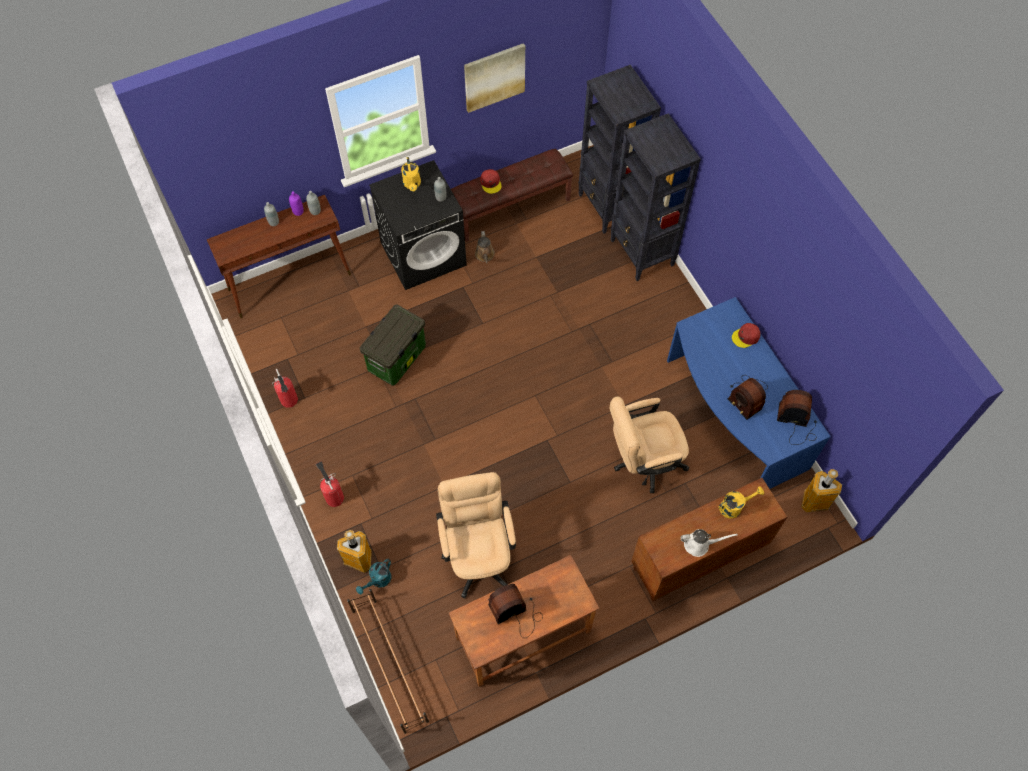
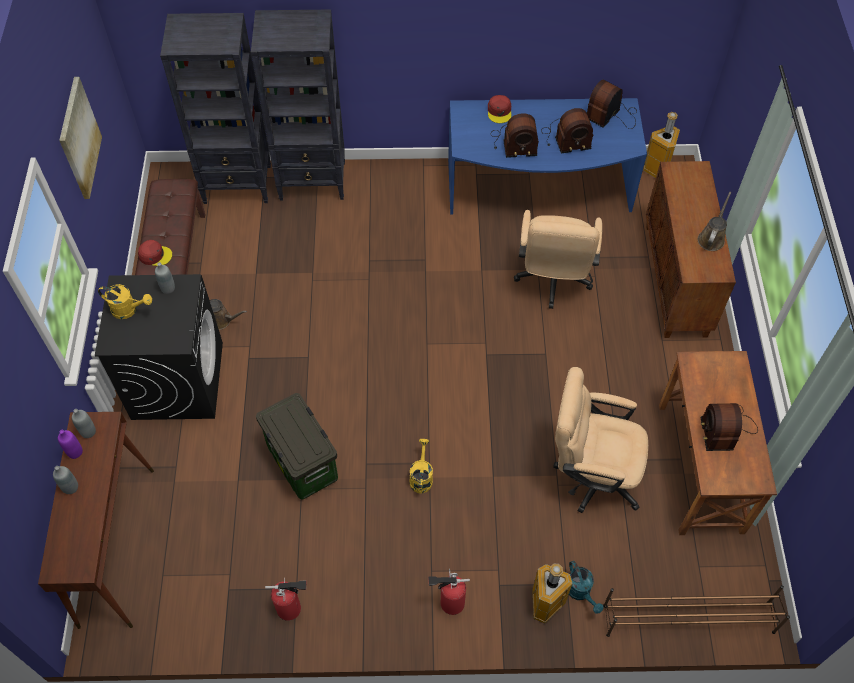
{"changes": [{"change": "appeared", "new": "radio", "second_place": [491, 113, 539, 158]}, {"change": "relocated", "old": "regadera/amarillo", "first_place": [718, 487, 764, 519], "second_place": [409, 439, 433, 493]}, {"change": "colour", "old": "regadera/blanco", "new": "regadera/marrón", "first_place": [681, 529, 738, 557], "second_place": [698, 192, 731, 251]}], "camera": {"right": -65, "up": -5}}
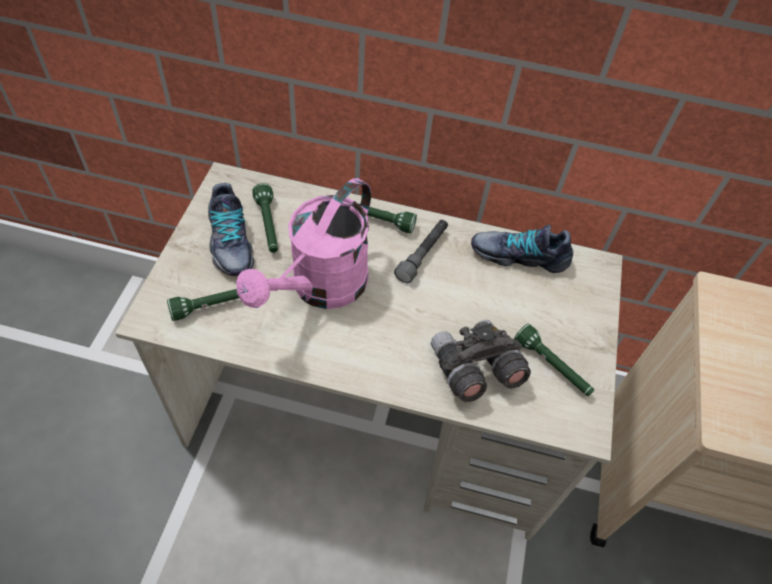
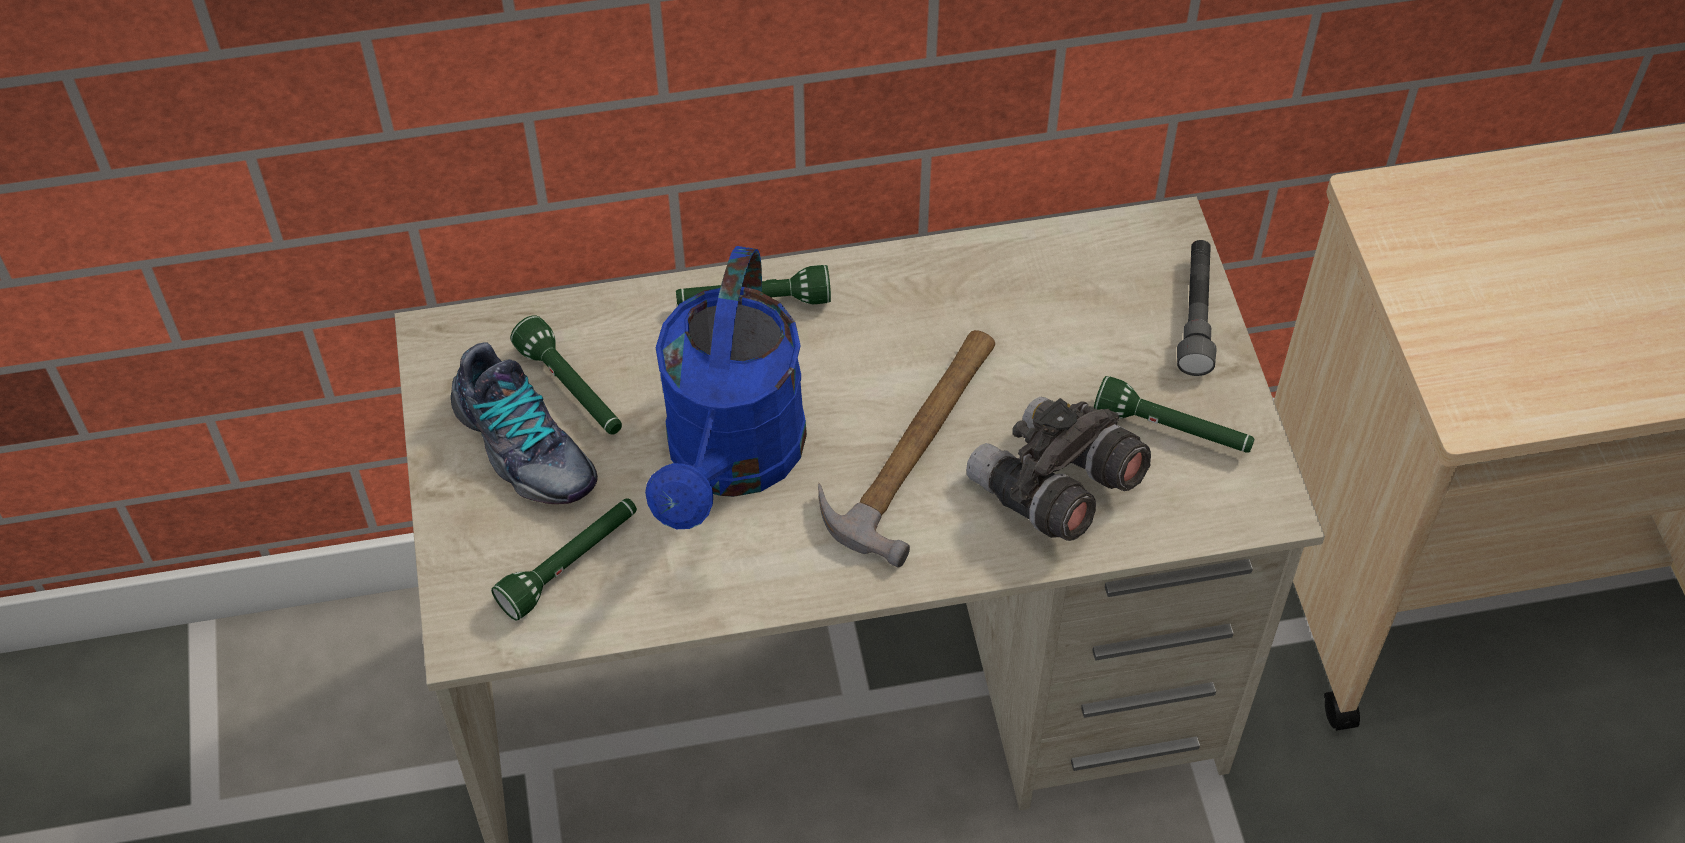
{"changes": [{"change": "missing", "old": "zapato", "first_place": [471, 225, 573, 273]}, {"change": "appeared", "new": "martillo", "second_place": [818, 330, 995, 568]}, {"change": "relocated", "old": "linterna/gris", "first_place": [394, 220, 448, 283], "second_place": [1177, 240, 1217, 376]}, {"change": "colour", "old": "regadera/rosa", "new": "regadera/azul", "first_place": [236, 178, 371, 309], "second_place": [645, 246, 807, 529]}], "camera": {"right": -20, "up": 0}}
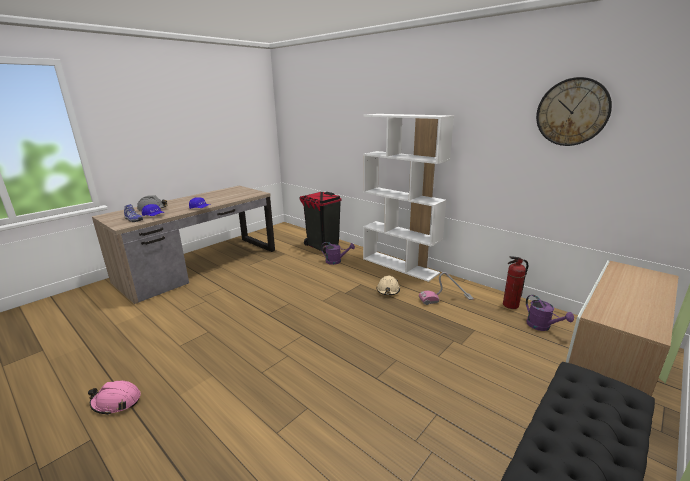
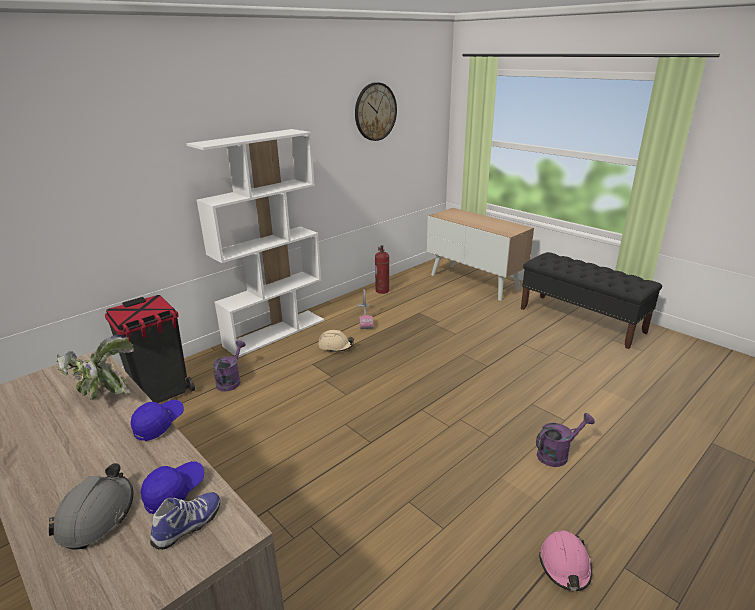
{"changes": [{"change": "appeared", "new": "planta en maceta", "second_place": [56, 334, 134, 400]}, {"change": "relocated", "old": "regadera/morado", "first_place": [526, 295, 574, 331], "second_place": [536, 413, 595, 467]}], "camera": {"right": -85, "up": 5}}
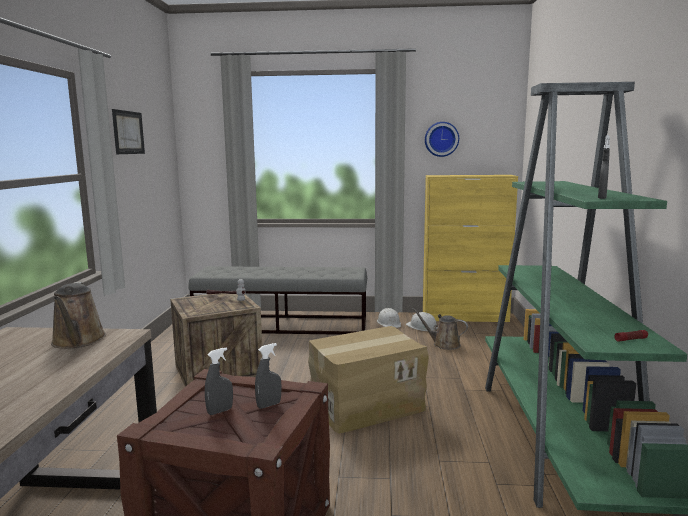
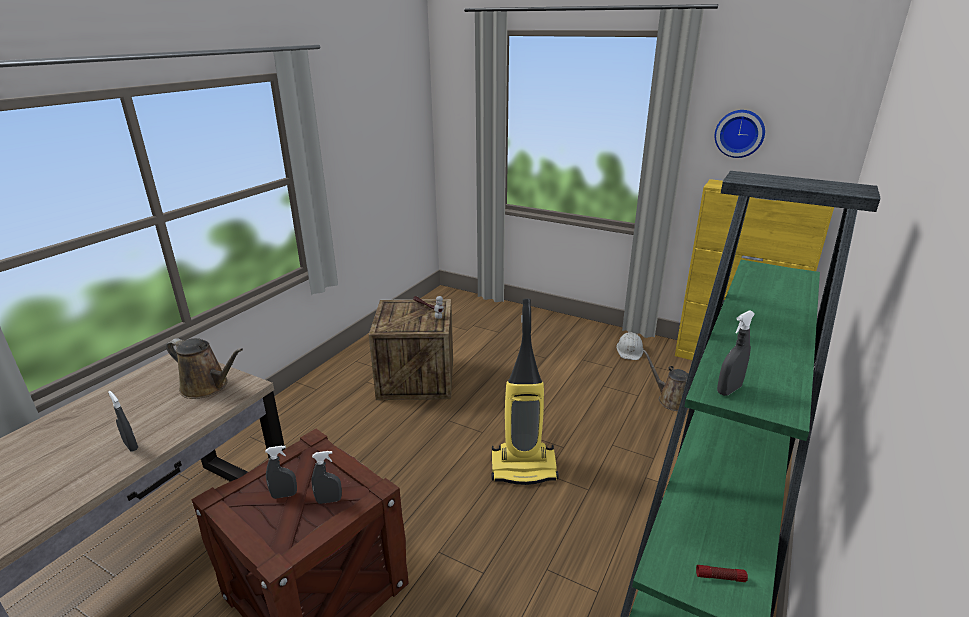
{"changes": [{"change": "missing", "old": "cuadro", "first_place": [112, 109, 145, 154]}, {"change": "missing", "old": "banco/gris", "first_place": [188, 266, 367, 335]}, {"change": "missing", "old": "casco/blanco", "first_place": [406, 312, 438, 331]}, {"change": "appeared", "new": "pulverizador/gris", "second_place": [108, 391, 138, 452]}, {"change": "exchanged", "old": "caja de cartón", "new": "aspiradora", "first_place": [308, 326, 429, 434], "second_place": [492, 299, 559, 485]}, {"change": "spun", "old": "regadera/marrón", "first_place": [51, 282, 106, 349], "second_place": [166, 338, 243, 399], "degrees": -75}], "camera": {"right": 25, "up": 15}}
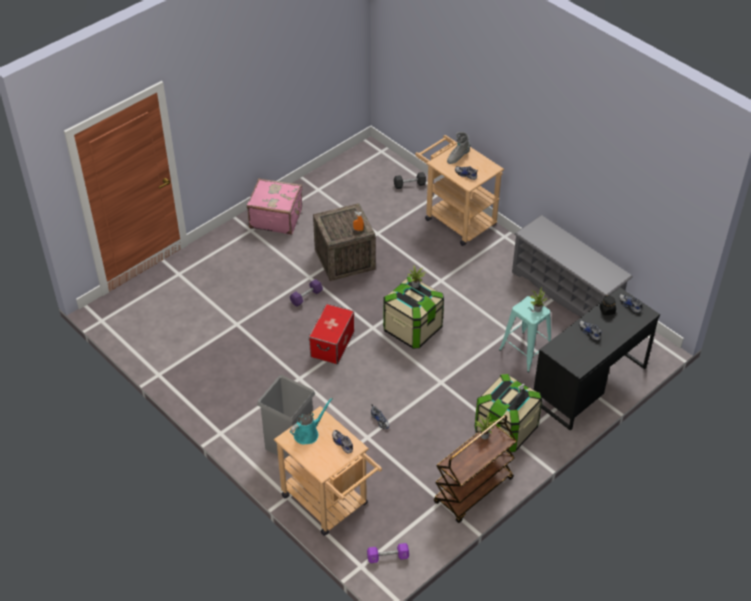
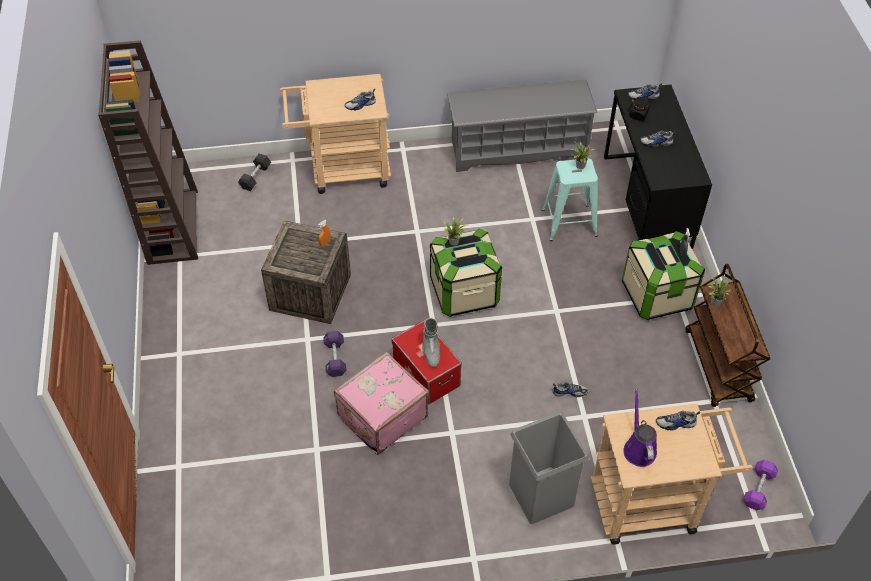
{"changes": [{"change": "appeared", "new": "estantería/marrón", "second_place": [98, 40, 198, 265]}, {"change": "relocated", "old": "maleta/rosa", "first_place": [247, 178, 302, 235], "second_place": [334, 352, 429, 455]}, {"change": "relocated", "old": "bota/gris", "first_place": [447, 132, 471, 164], "second_place": [422, 318, 440, 367]}, {"change": "colour", "old": "regadera/turquesa", "new": "regadera/morado", "first_place": [290, 398, 333, 445], "second_place": [623, 389, 657, 467]}], "camera": {"right": -55, "up": 5}}
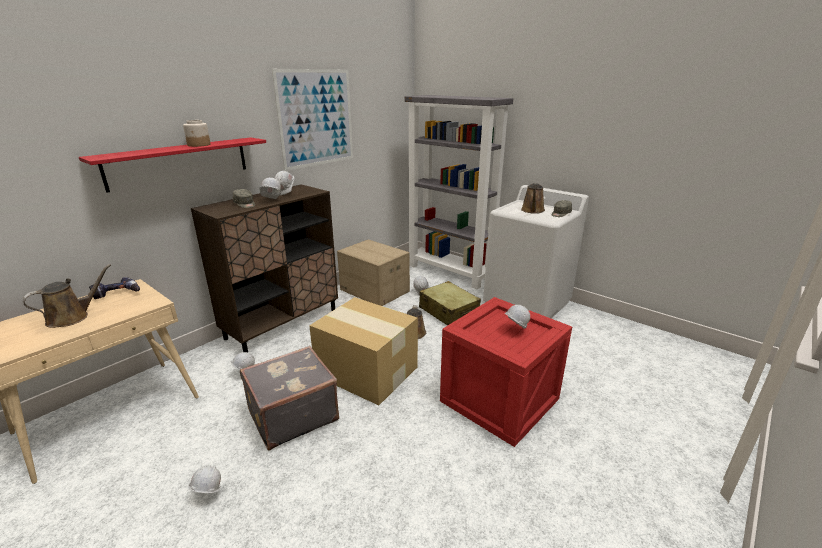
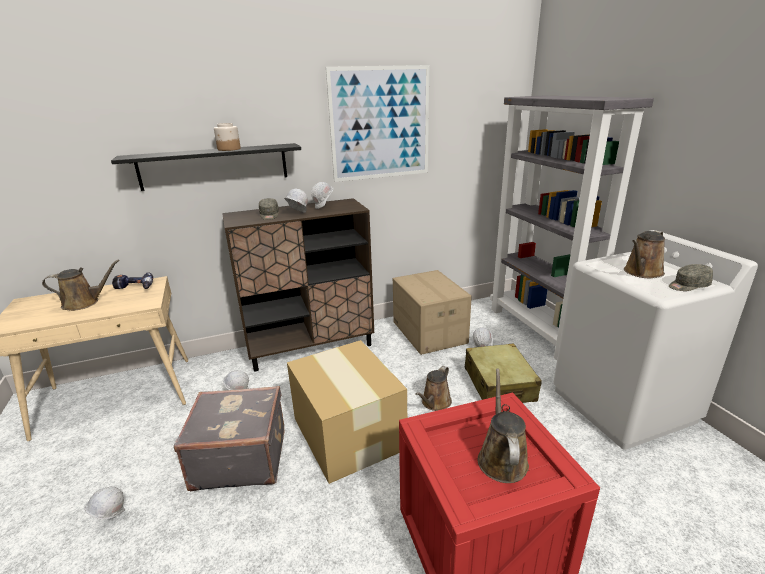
{"changes": [{"change": "exchanged", "old": "casco/blanco", "new": "regadera/marrón", "first_place": [505, 305, 530, 329], "second_place": [478, 368, 529, 483]}, {"change": "colour", "old": "estante/rojo", "new": "estante/negro", "first_place": [79, 137, 266, 193], "second_place": [111, 143, 301, 191]}], "camera": {"right": 30, "up": 0}}
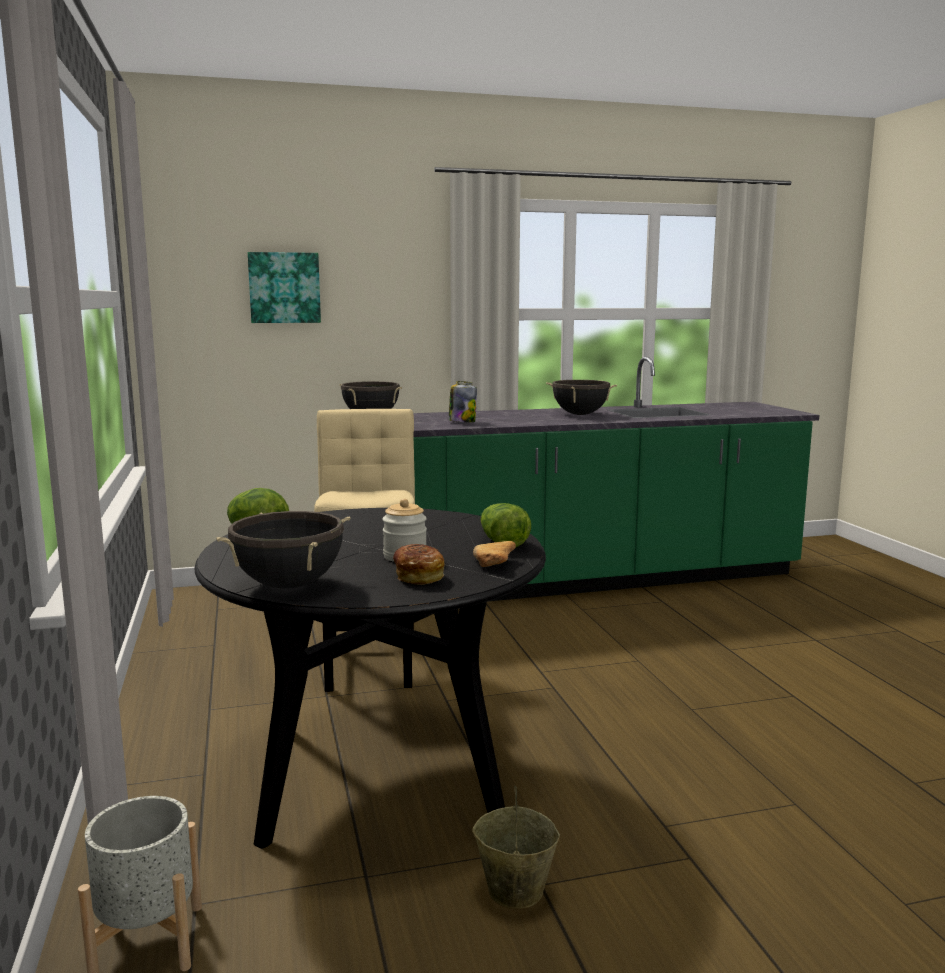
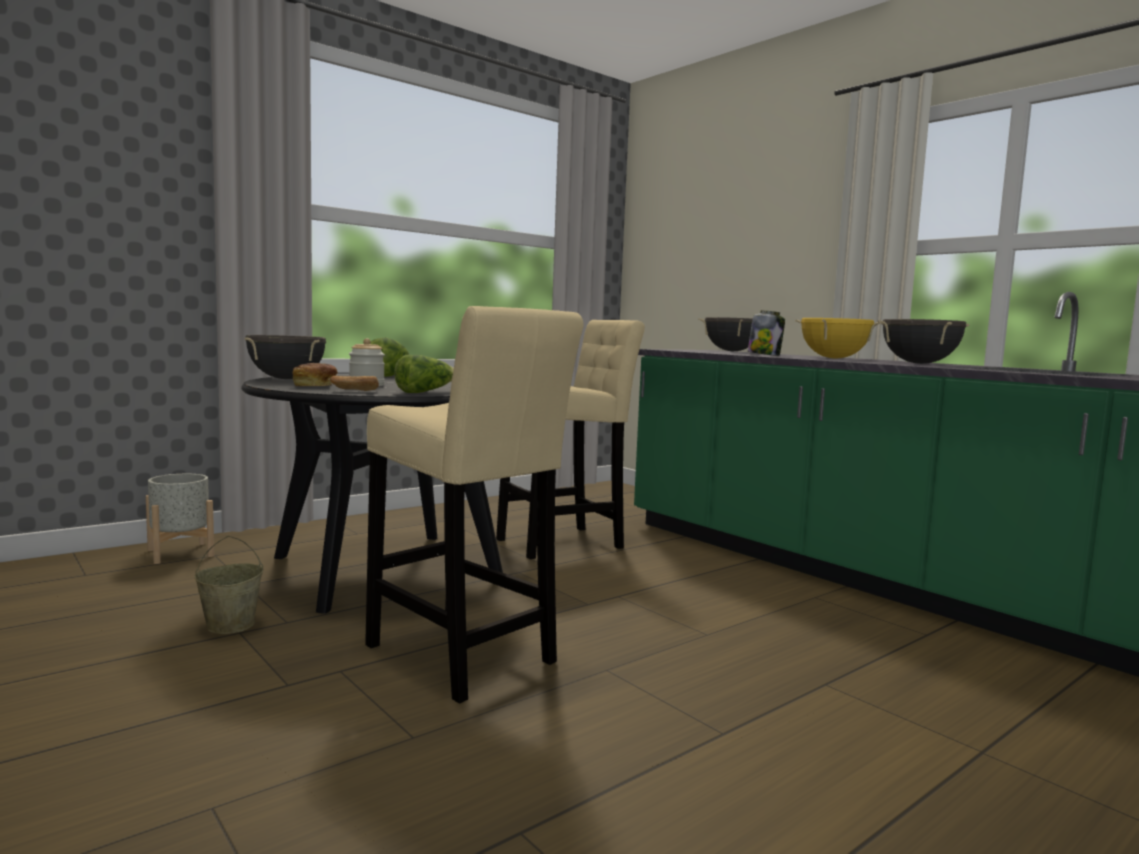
{"changes": [{"change": "missing", "old": "cuadro", "first_place": [248, 252, 321, 323]}, {"change": "appeared", "new": "taburete/beis", "second_place": [365, 306, 584, 703]}, {"change": "appeared", "new": "olla/amarillo", "second_place": [795, 318, 882, 358]}], "camera": {"right": 65, "up": -5}}
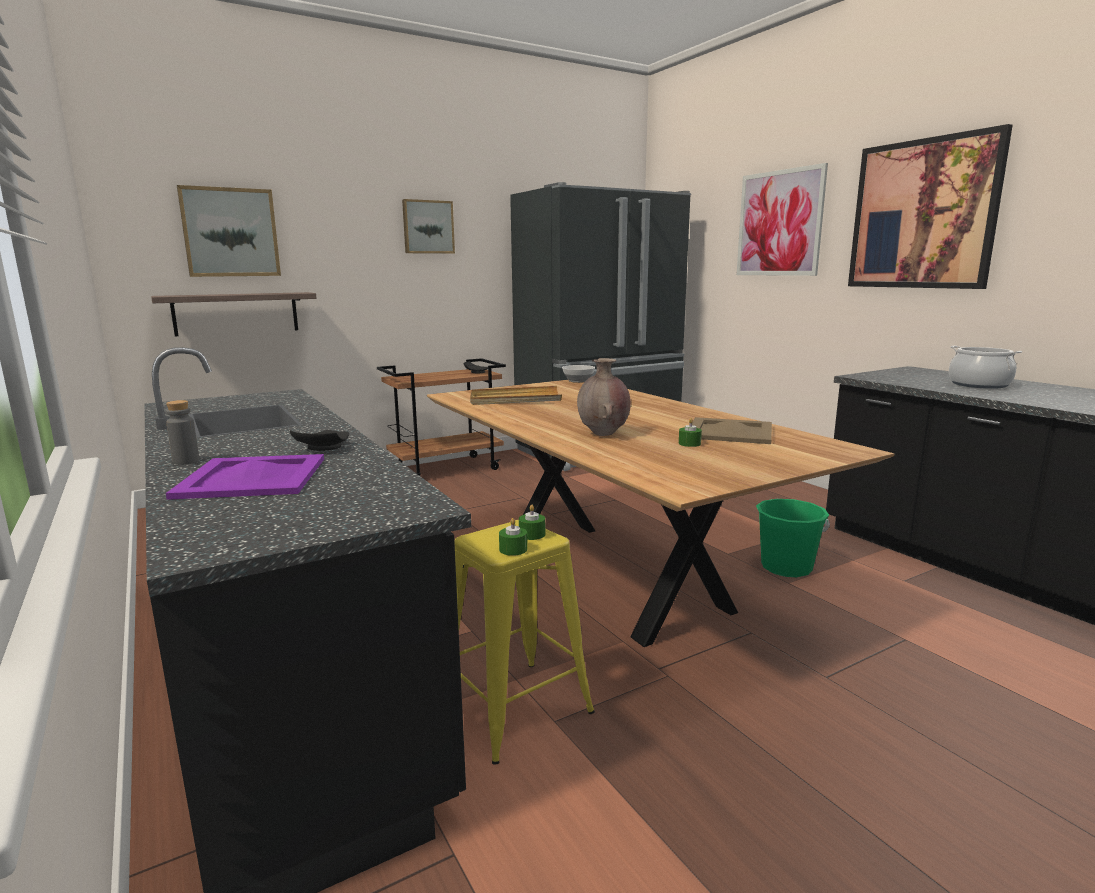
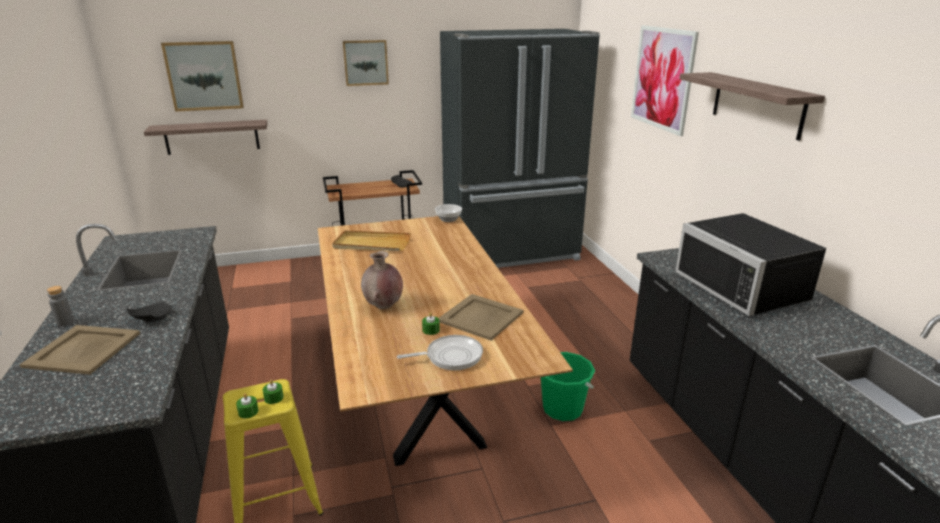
{"changes": [{"change": "appeared", "new": "sartén", "second_place": [397, 335, 483, 370]}, {"change": "exchanged", "old": "cuadro", "new": "estante", "first_place": [848, 124, 1013, 289], "second_place": [679, 72, 825, 141]}, {"change": "exchanged", "old": "olla", "new": "microondas/negro", "first_place": [949, 346, 1022, 389], "second_place": [675, 213, 826, 316]}, {"change": "colour", "old": "bandeja/morado", "new": "bandeja/beis", "first_place": [166, 454, 324, 500], "second_place": [20, 325, 140, 375]}], "camera": {"right": 15, "up": 10}}
